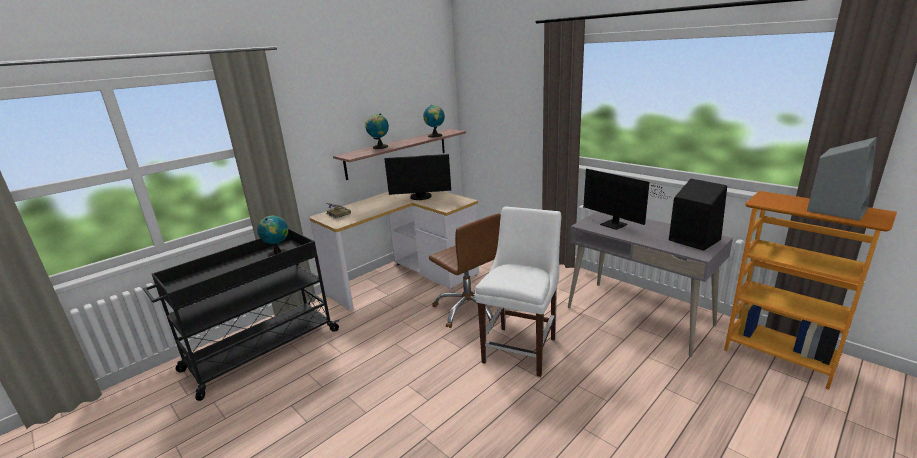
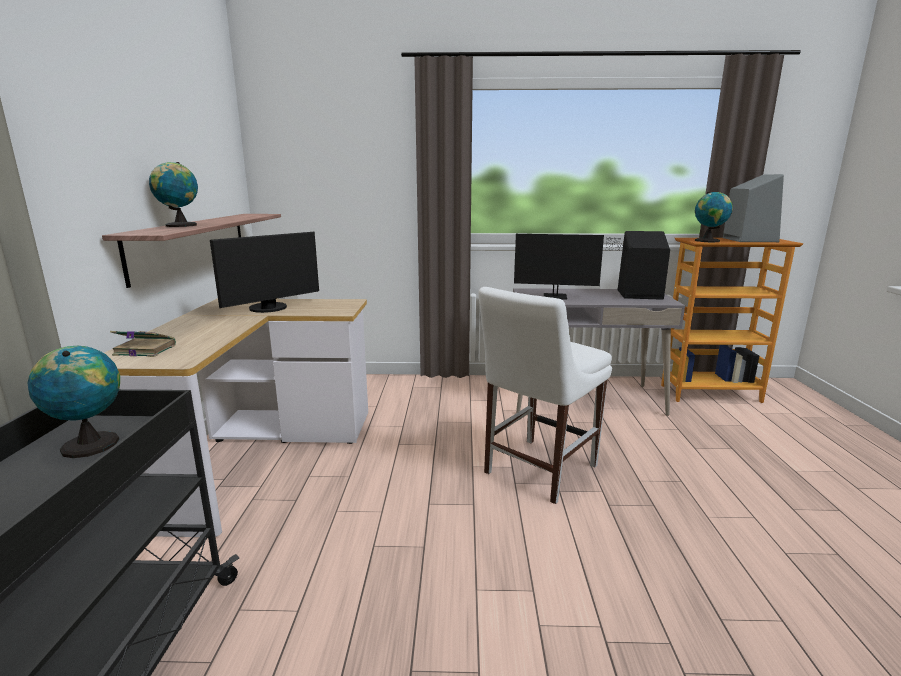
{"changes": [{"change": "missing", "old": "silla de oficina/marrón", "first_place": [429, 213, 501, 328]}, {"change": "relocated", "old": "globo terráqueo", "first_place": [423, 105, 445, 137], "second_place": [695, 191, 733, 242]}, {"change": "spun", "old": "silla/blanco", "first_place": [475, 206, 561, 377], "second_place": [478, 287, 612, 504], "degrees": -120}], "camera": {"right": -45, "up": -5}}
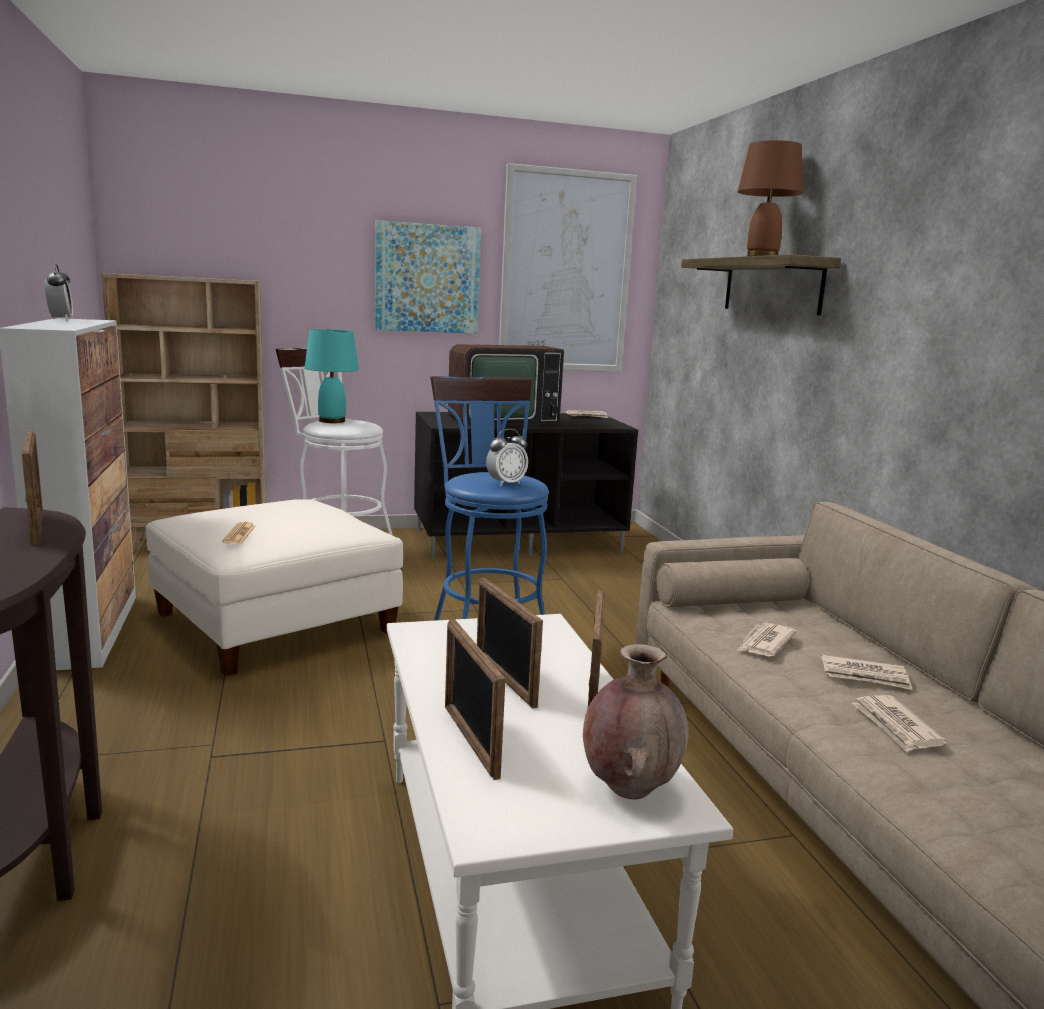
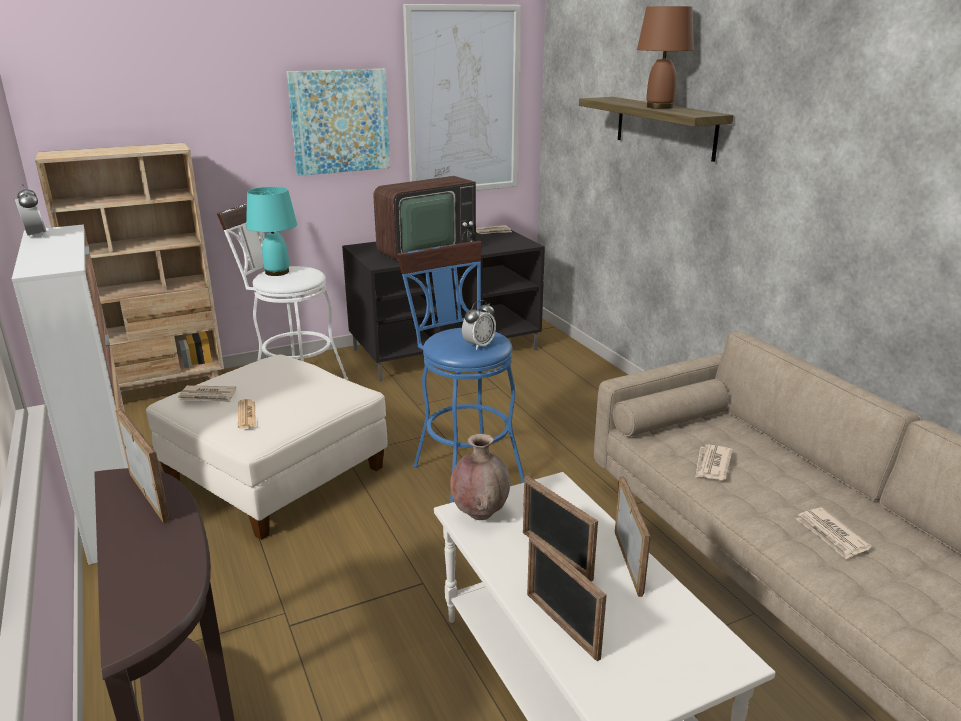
{"changes": [{"change": "relocated", "old": "florero/marrón", "first_place": [583, 644, 689, 800], "second_place": [450, 434, 511, 520]}, {"change": "relocated", "old": "periódico", "first_place": [822, 654, 913, 690], "second_place": [178, 385, 236, 402]}], "camera": {"right": -10, "up": 10}}
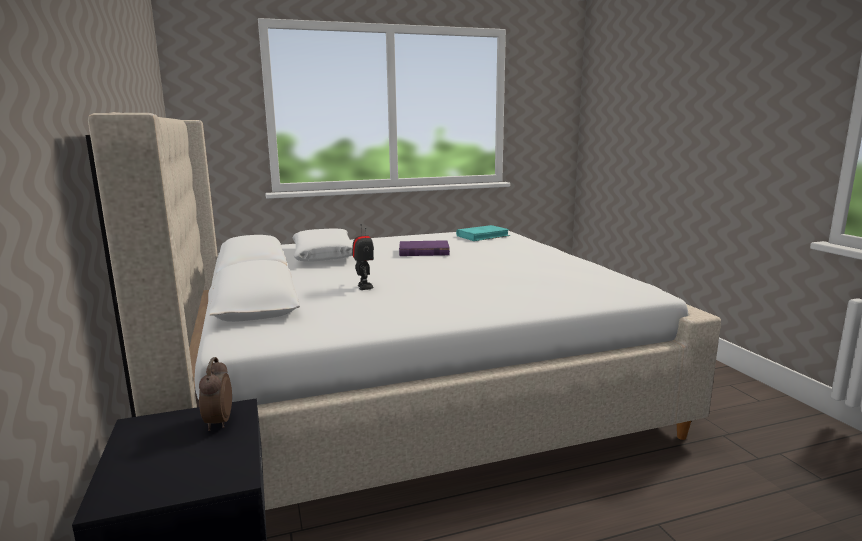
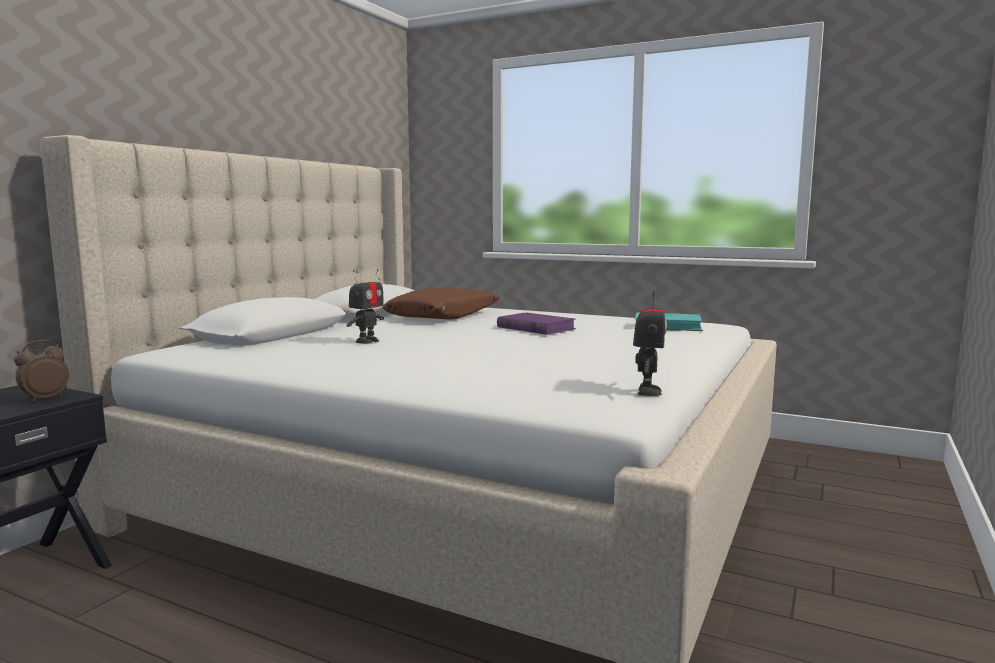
{"changes": [{"change": "appeared", "new": "robot de juguete", "second_place": [633, 290, 667, 396]}, {"change": "colour", "old": "cojín/blanco", "new": "cojín/marrón", "first_place": [293, 228, 353, 261], "second_place": [382, 288, 500, 320]}], "camera": {"right": 45, "up": -5}}
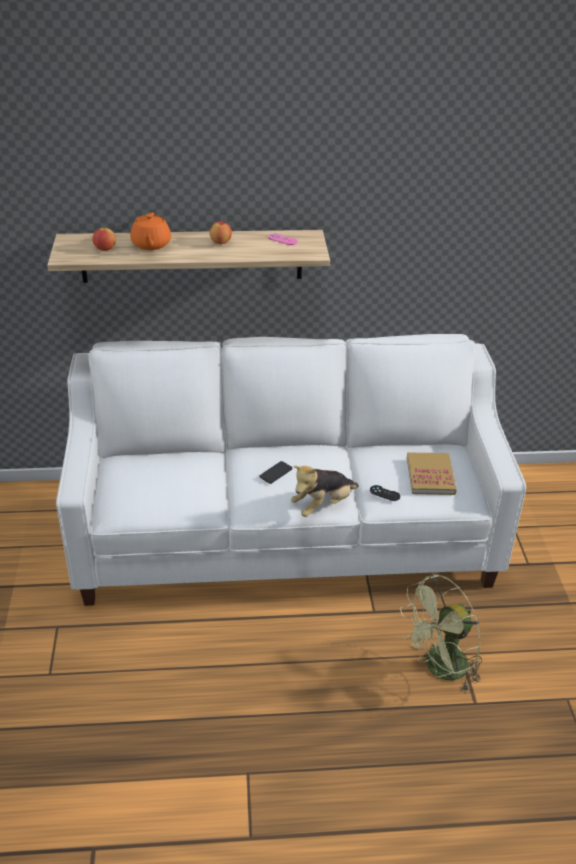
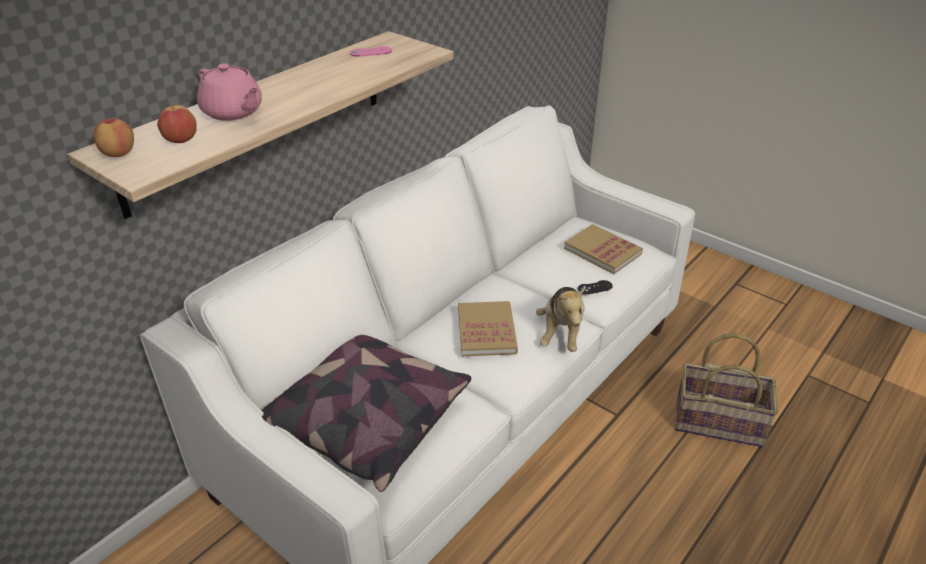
{"changes": [{"change": "appeared", "new": "cojín", "second_place": [261, 335, 471, 492]}, {"change": "relocated", "old": "manzana", "first_place": [209, 222, 232, 244], "second_place": [93, 118, 134, 157]}, {"change": "exchanged", "old": "móvil", "new": "libro", "first_place": [260, 461, 292, 484], "second_place": [458, 301, 518, 356]}, {"change": "exchanged", "old": "ventilador/verde", "new": "cesta", "first_place": [400, 574, 482, 693], "second_place": [675, 333, 778, 447]}, {"change": "colour", "old": "tetera/naranja", "new": "tetera/rosa", "first_place": [130, 212, 171, 250], "second_place": [197, 63, 262, 121]}], "camera": {"right": -45, "up": 0}}
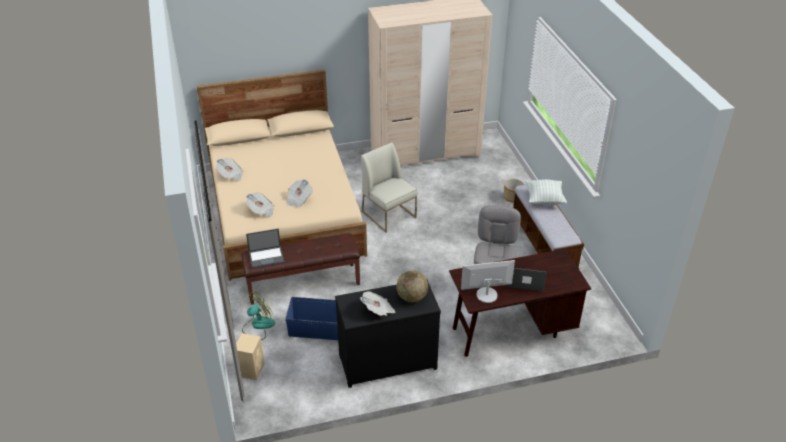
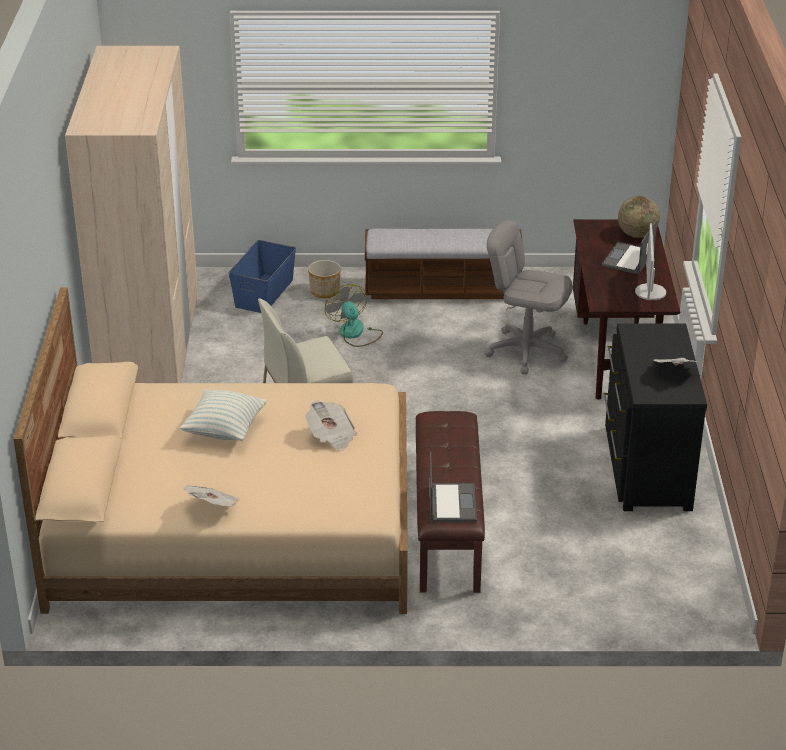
{"changes": [{"change": "missing", "old": "altavoz/beis", "first_place": [236, 333, 265, 380]}, {"change": "missing", "old": "periódico", "first_place": [246, 193, 275, 217]}, {"change": "relocated", "old": "ventilador", "first_place": [242, 291, 275, 340], "second_place": [325, 284, 383, 347]}, {"change": "relocated", "old": "caja de almacenaje/azul", "first_place": [285, 297, 338, 340], "second_place": [229, 240, 296, 313]}, {"change": "relocated", "old": "globo terráqueo", "first_place": [396, 270, 428, 302], "second_place": [618, 196, 660, 238]}, {"change": "relocated", "old": "cojín", "first_place": [526, 179, 567, 205], "second_place": [180, 389, 267, 441]}], "camera": {"right": -75, "up": -5}}
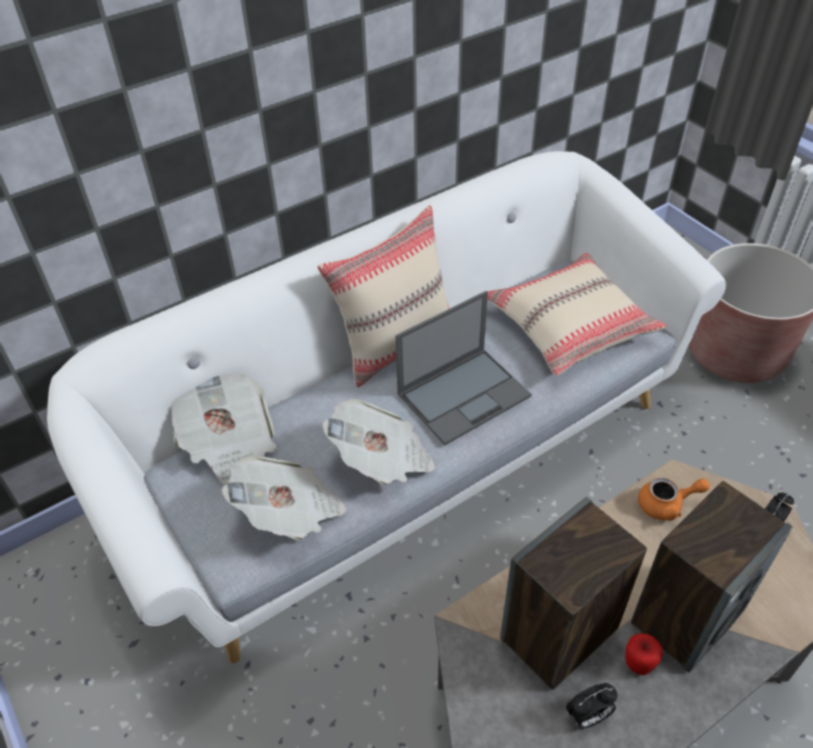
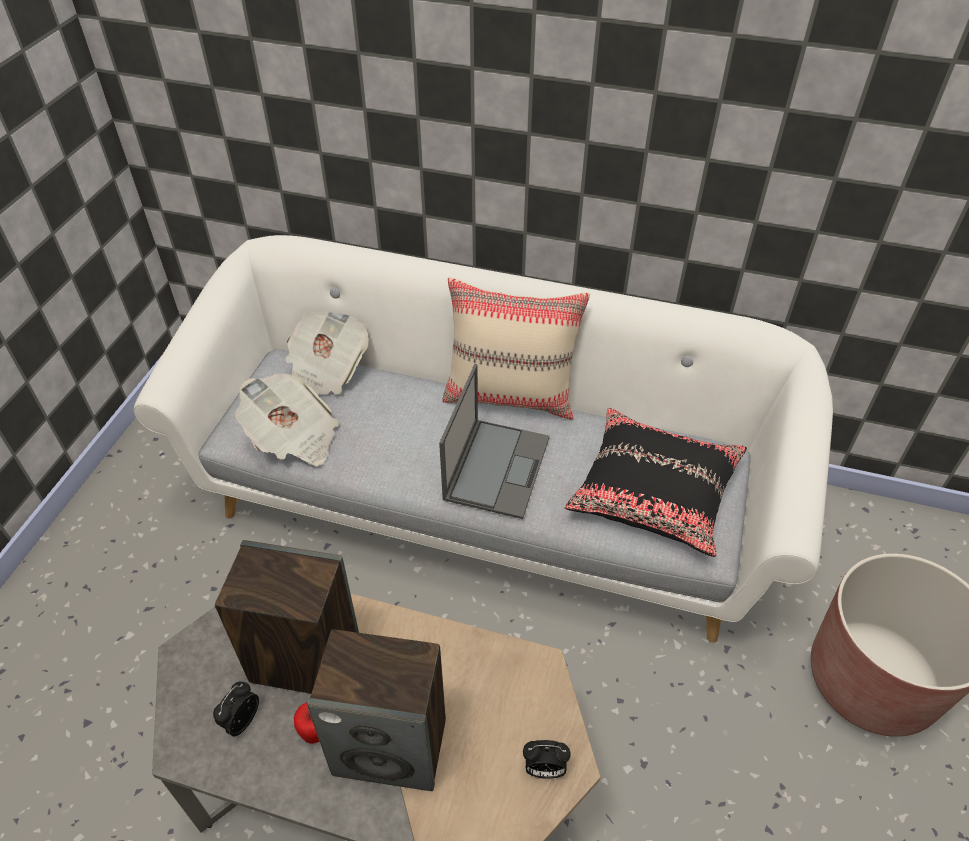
{"changes": [{"change": "missing", "old": "periódico", "first_place": [322, 399, 436, 484]}, {"change": "missing", "old": "tetera/naranja", "first_place": [638, 478, 710, 521]}, {"change": "colour", "old": "cojín/beis", "new": "cojín/negro", "first_place": [487, 252, 667, 376], "second_place": [565, 408, 747, 557]}, {"change": "spun", "old": "portátil", "first_place": [396, 291, 532, 445], "second_place": [439, 364, 550, 519], "degrees": -90}, {"change": "spun", "old": "despertador", "first_place": [566, 683, 618, 729], "second_place": [213, 681, 259, 736], "degrees": 90}], "camera": {"right": 50, "up": 0}}
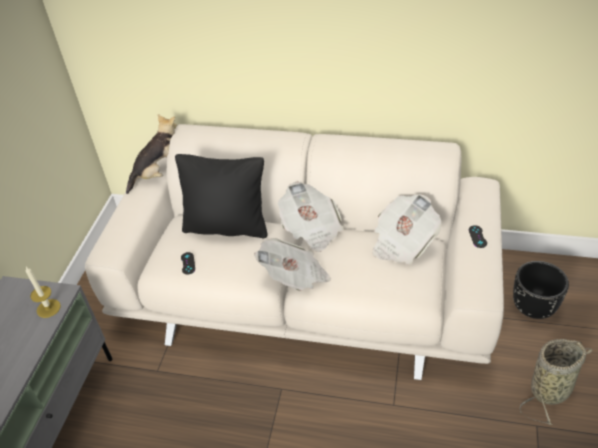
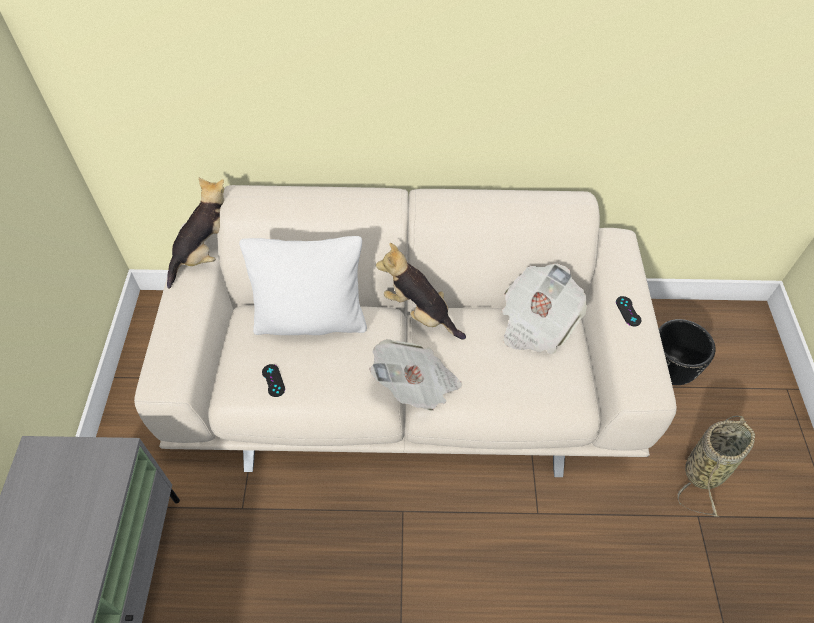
{"changes": [{"change": "missing", "old": "vela", "first_place": [26, 267, 61, 318]}, {"change": "exchanged", "old": "periódico", "new": "peluche", "first_place": [278, 182, 344, 252], "second_place": [376, 243, 466, 340]}, {"change": "colour", "old": "cojín/negro", "new": "cojín/blanco", "first_place": [175, 154, 268, 238], "second_place": [239, 236, 367, 335]}], "camera": {"right": -15, "up": 10}}
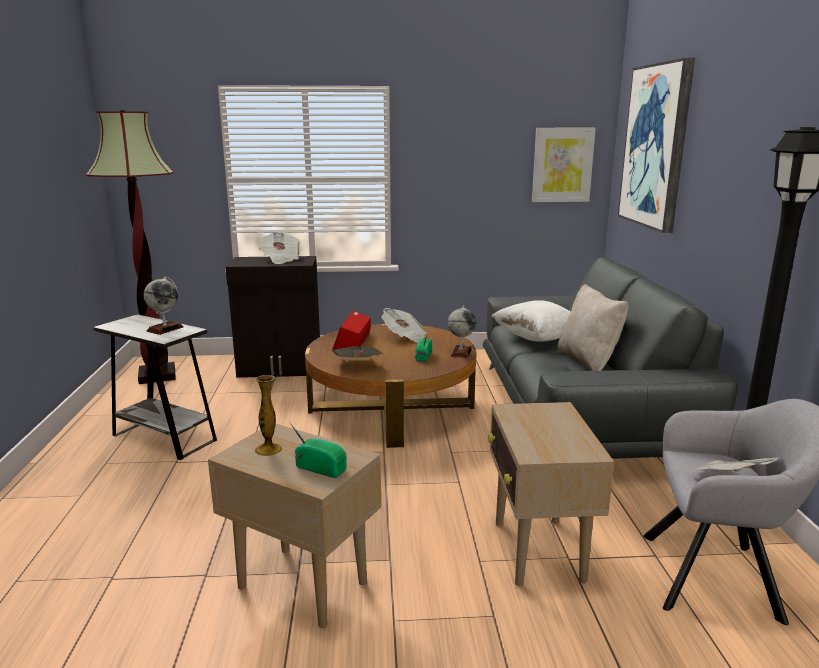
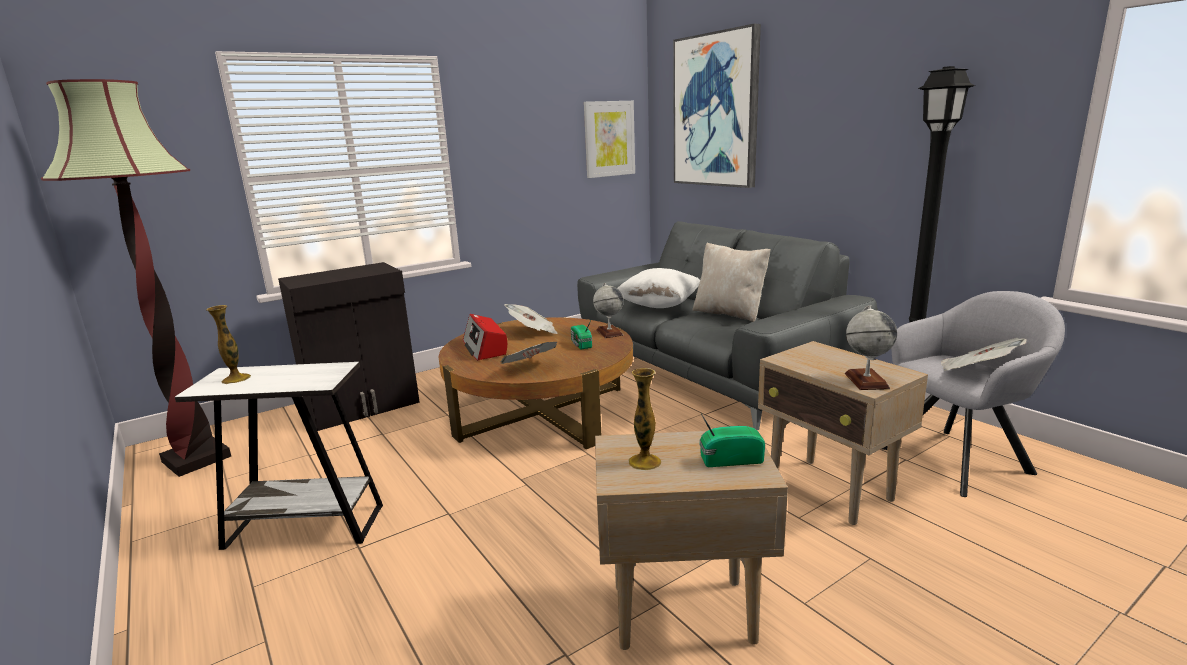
{"changes": [{"change": "missing", "old": "periódico", "first_place": [259, 232, 300, 264]}, {"change": "appeared", "new": "florero", "second_place": [207, 305, 251, 384]}, {"change": "relocated", "old": "globo terráqueo", "first_place": [144, 276, 184, 335], "second_place": [845, 305, 897, 390]}], "camera": {"right": -30, "up": 0}}
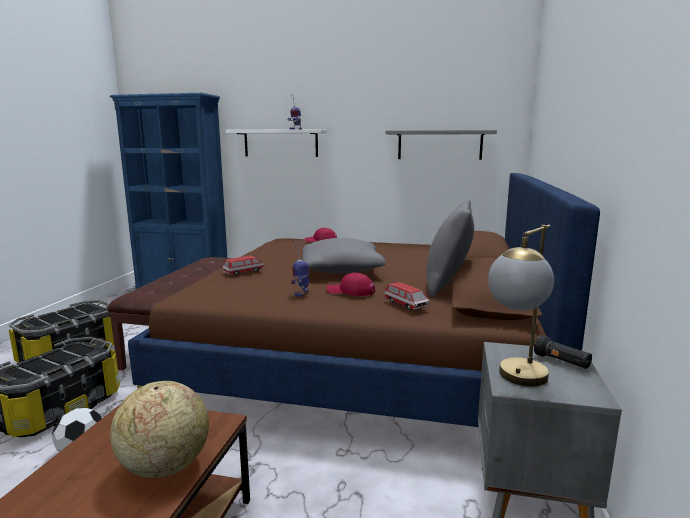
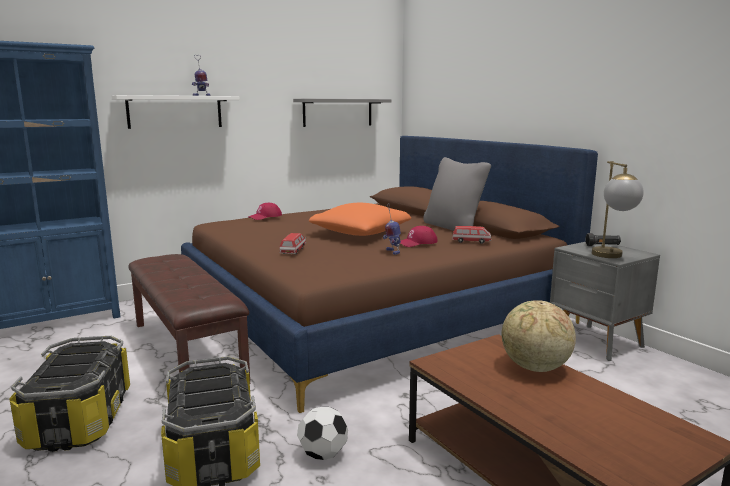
{"changes": [{"change": "colour", "old": "cojín/gris", "new": "cojín/naranja", "first_place": [302, 238, 386, 273], "second_place": [309, 203, 411, 236]}], "camera": {"right": -45, "up": 0}}
